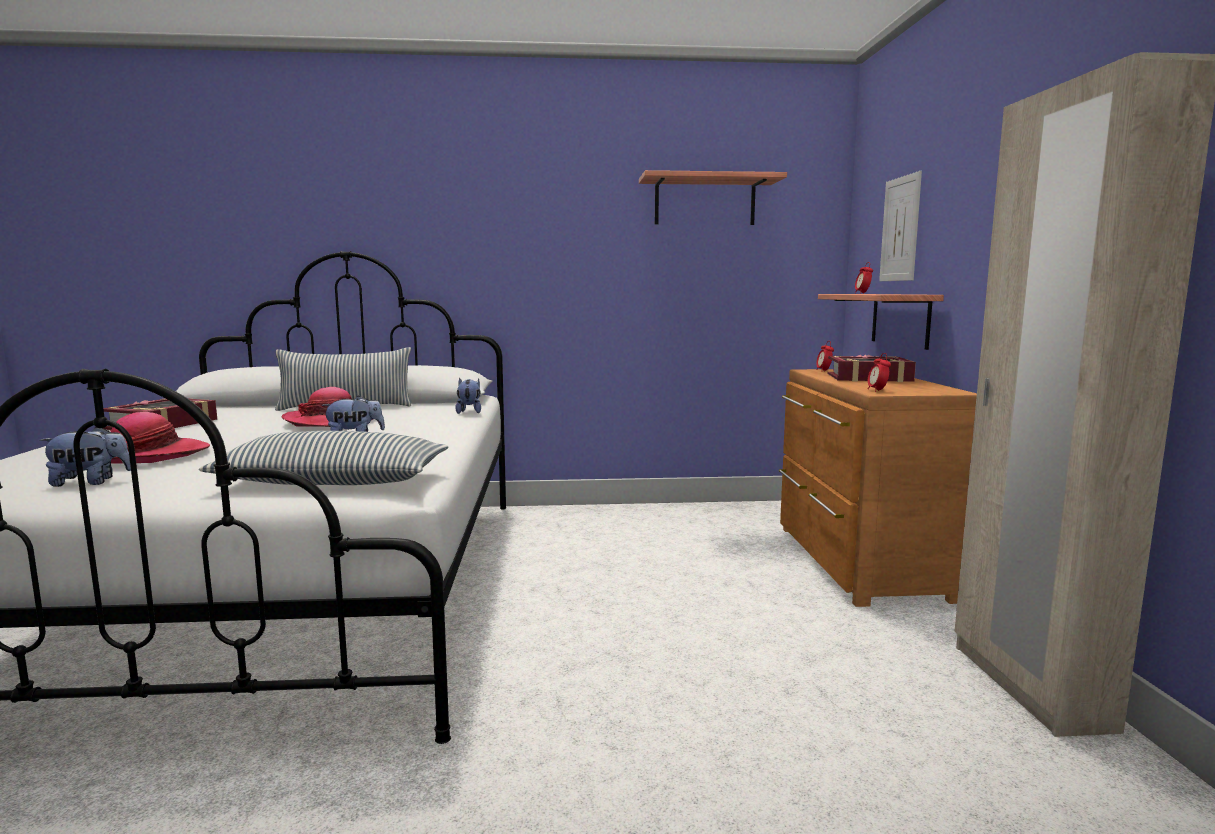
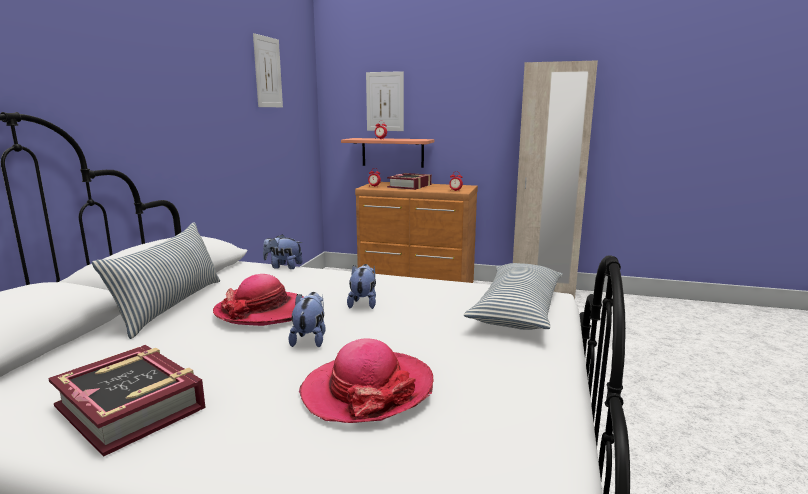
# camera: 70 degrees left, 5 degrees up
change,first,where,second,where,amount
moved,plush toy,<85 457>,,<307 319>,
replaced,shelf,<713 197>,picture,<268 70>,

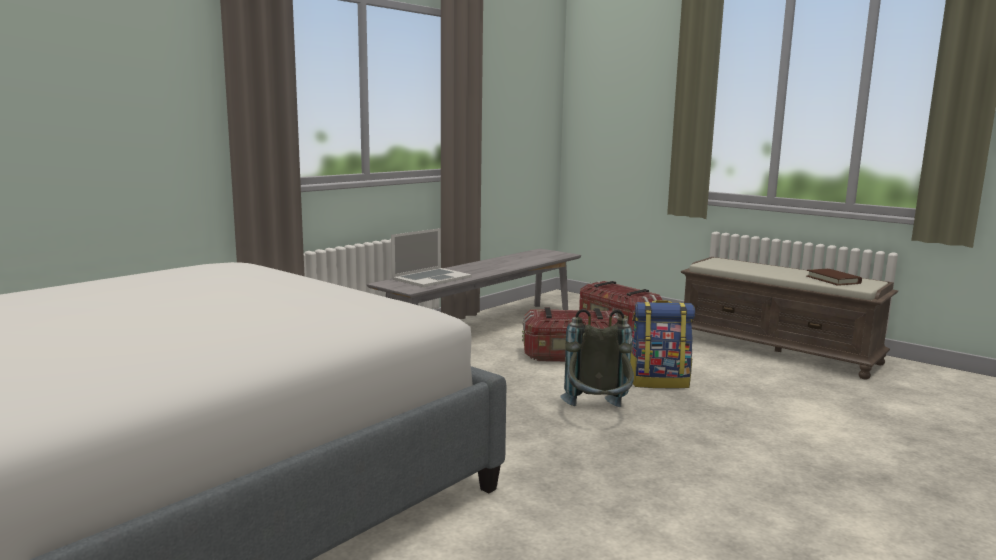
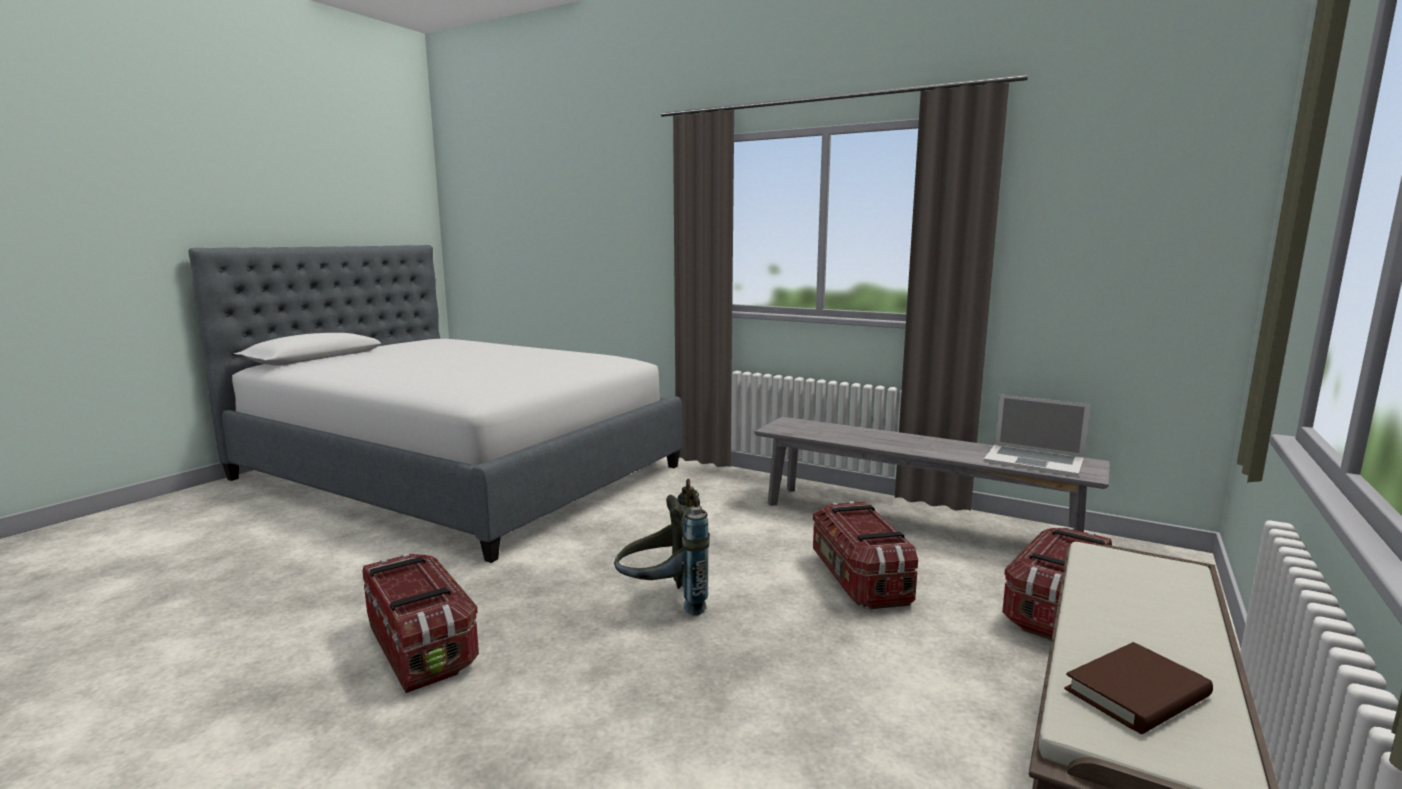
# camera: 80 degrees right, 0 degrees up
change,first,where,second,where,amount
removed,backpack,<662 344>,,,
added,,,storage box,<420 623>,
moved,laptop,<431 257>,,<1037 435>,

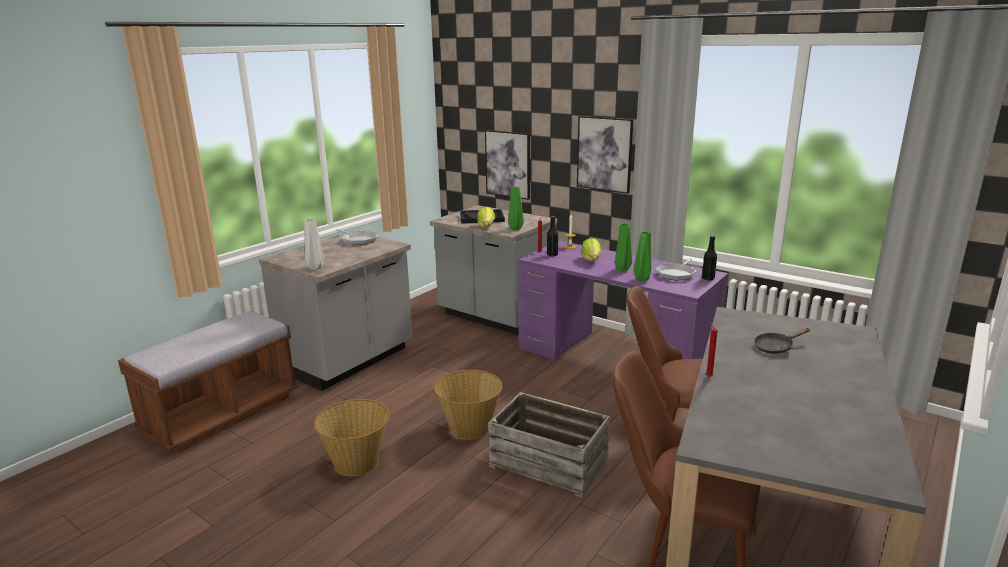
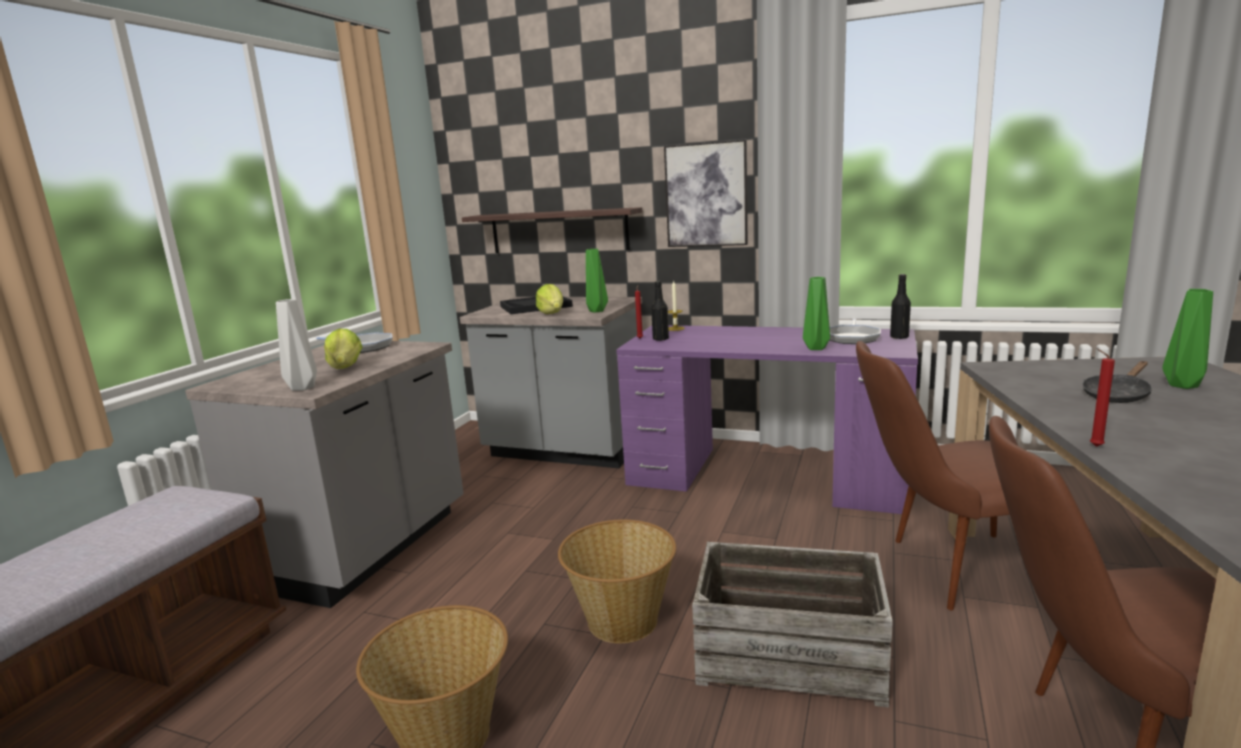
# camera: 15 degrees left, 5 degrees down
change,first,where,second,where,amount
moved,lettuce,<591 249>,,<343 349>,
moved,vase (green),<623 247>,,<1187 339>,
replaced,picture,<507 165>,shelf,<552 230>,

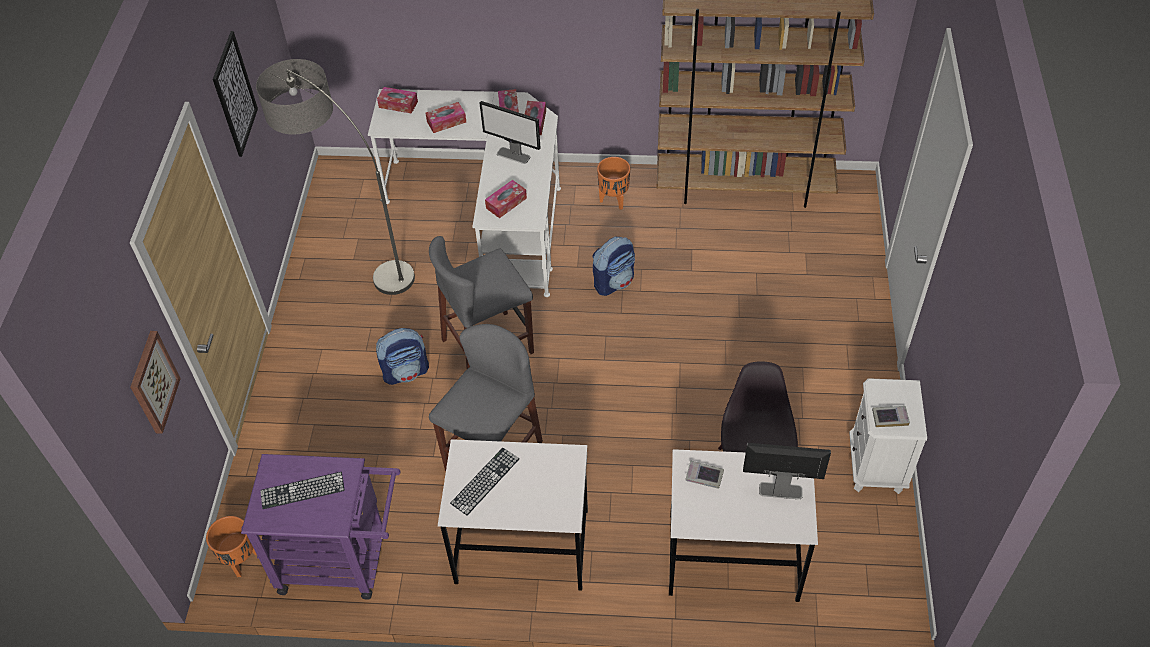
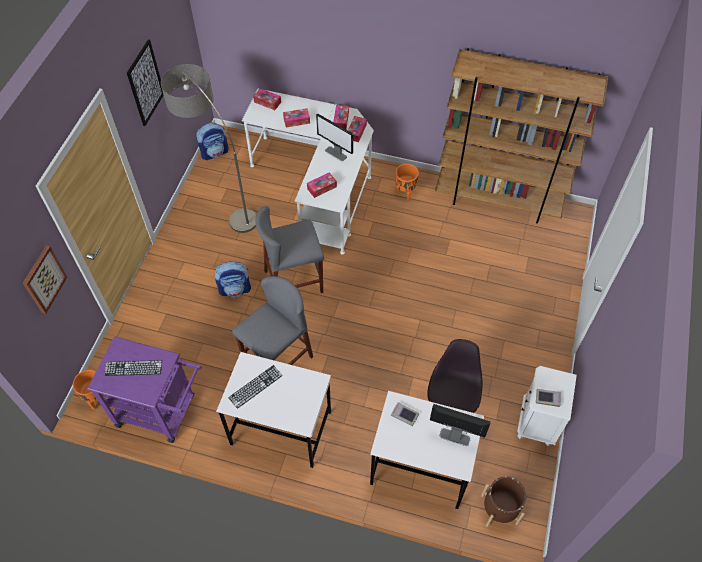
# camera: 10 degrees right, 5 degrees up
change,first,where,second,where,amount
added,,,planter (brown),<503 501>,
moved,backpack,<613 266>,,<213 141>,

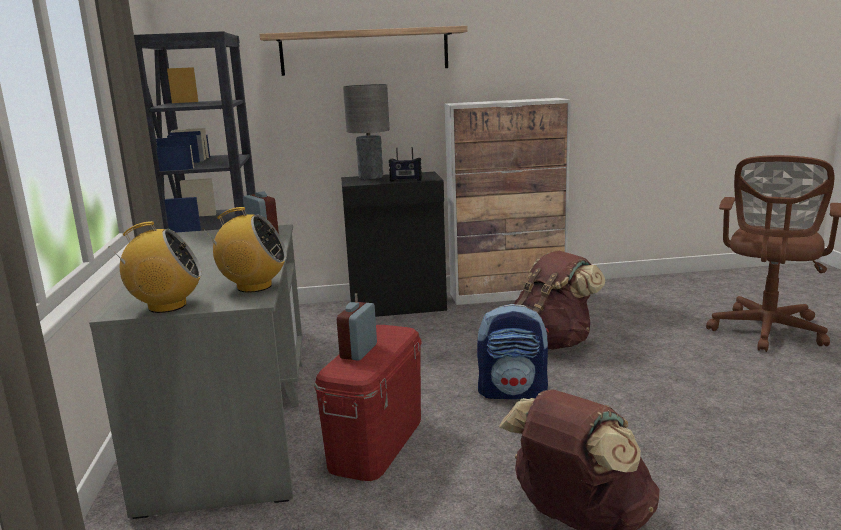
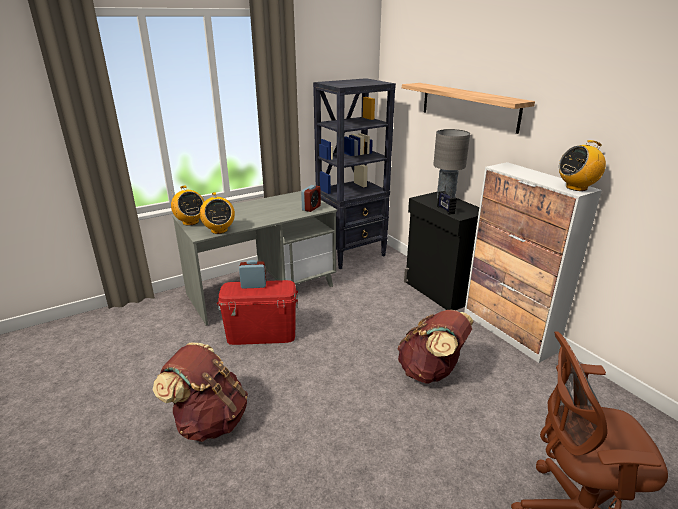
# camera: 65 degrees right, 10 degrees up
change,first,where,second,where,amount
removed,backpack,<513 351>,,,
added,,,radio,<582 165>,

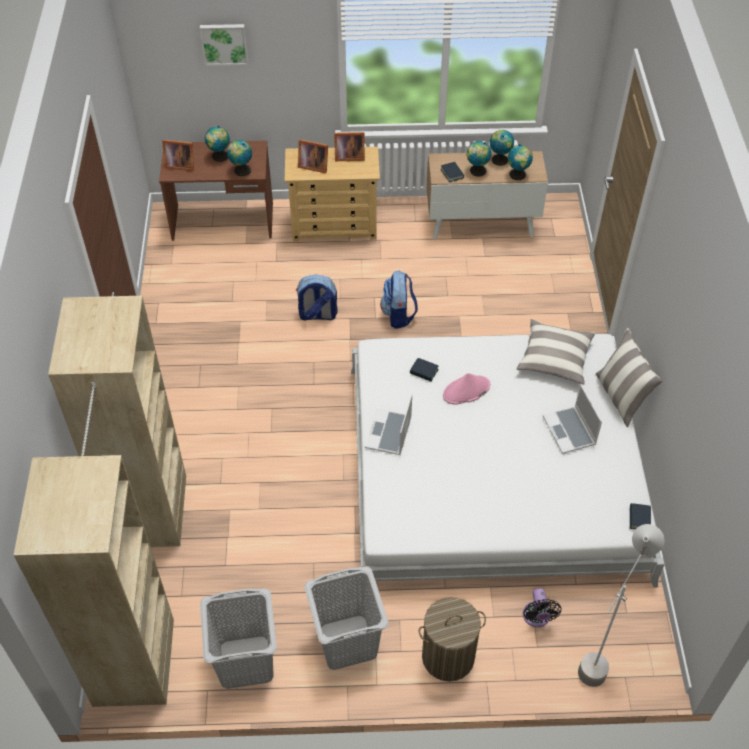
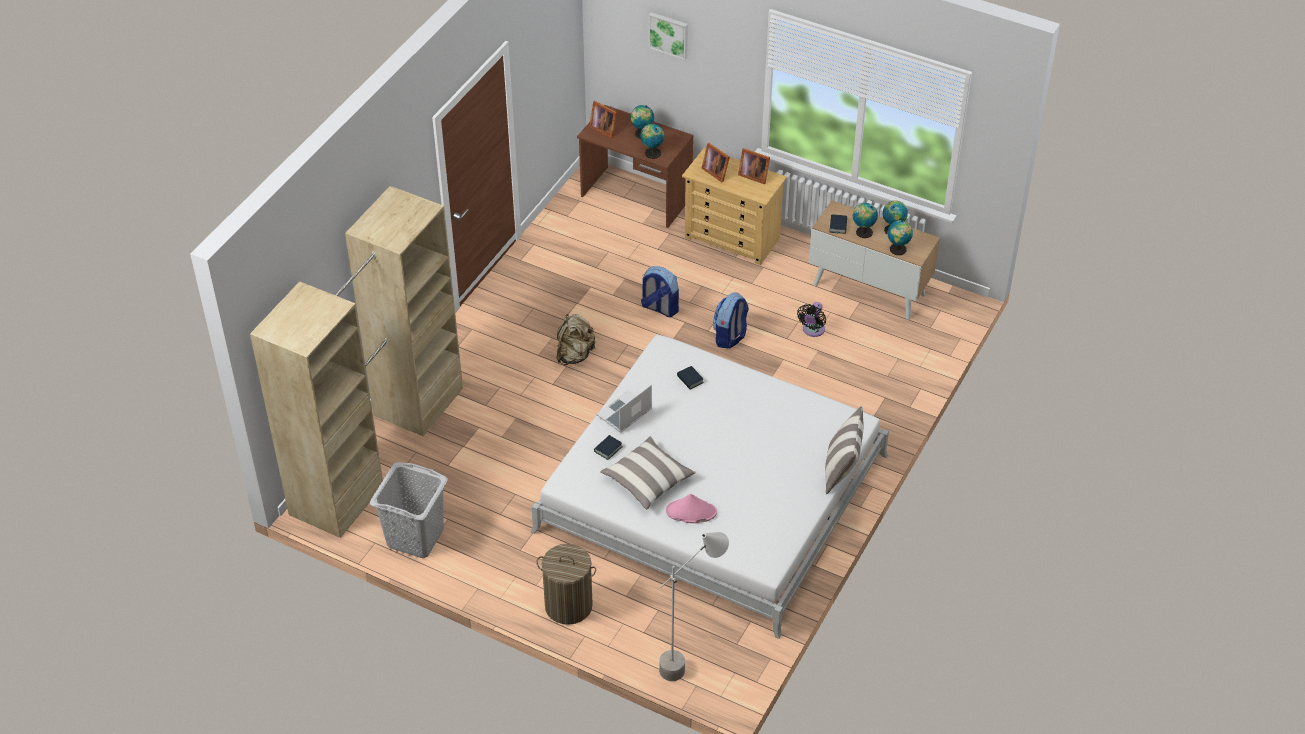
# camera: 30 degrees right, 5 degrees down
change,first,where,second,where,amount
removed,laundry basket (grey),<346 618>,,,
removed,laptop,<572 419>,,,
added,,,backpack (beige),<576 340>,
moved,hat (pink),<466 389>,,<691 508>,
moved,pillow,<556 352>,,<648 473>,
moved,fan (black),<542 607>,,<811 319>,
moved,book,<640 516>,,<608 447>,

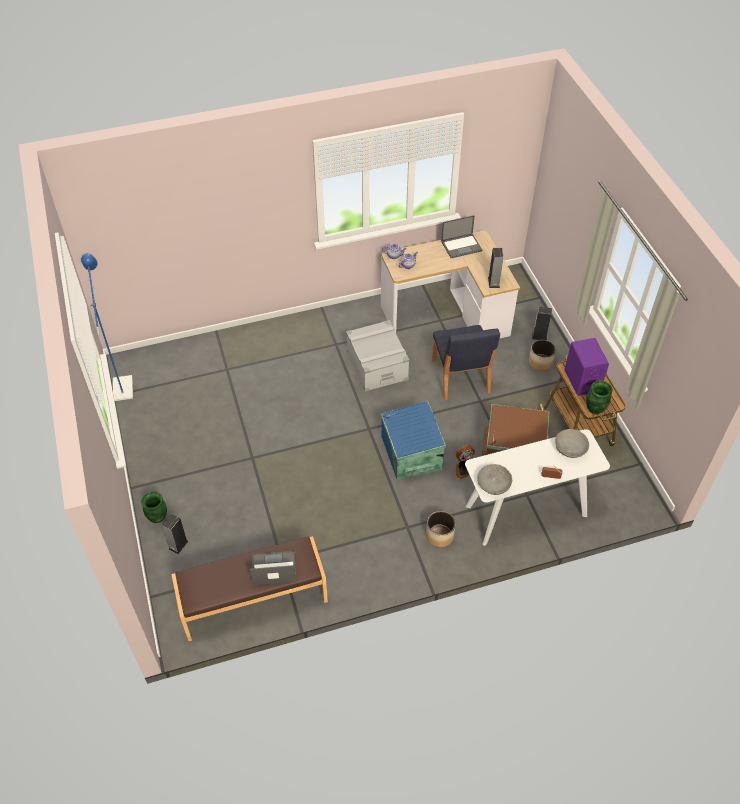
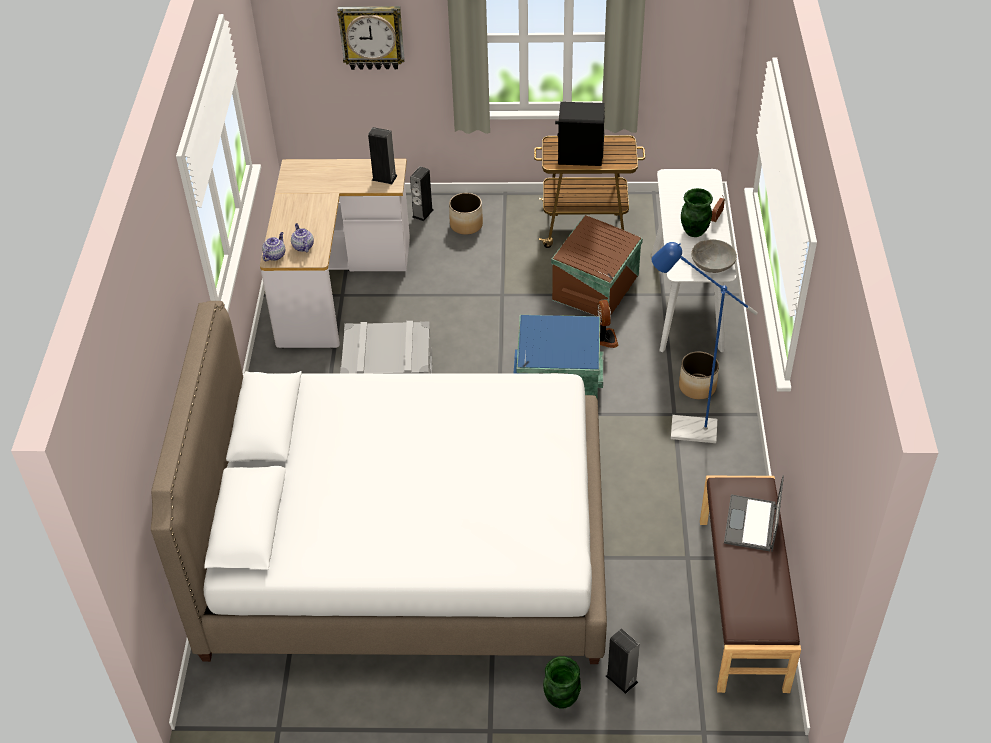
# camera: 70 degrees left, 5 degrees down
change,first,where,second,where,amount
removed,chair (blue),<466 362>,,,
removed,laptop,<461 236>,,,
removed,bowl (grey),<572 443>,,,
added,,,bed (white),<379 482>,
added,,,wall clock,<371 38>,
moved,floor lamp (blue),<107 327>,,<705 342>,
moved,vase (green),<599 397>,,<697 212>,
recoloured,speaker (purple),<587 367>,speaker (black),<580 134>,

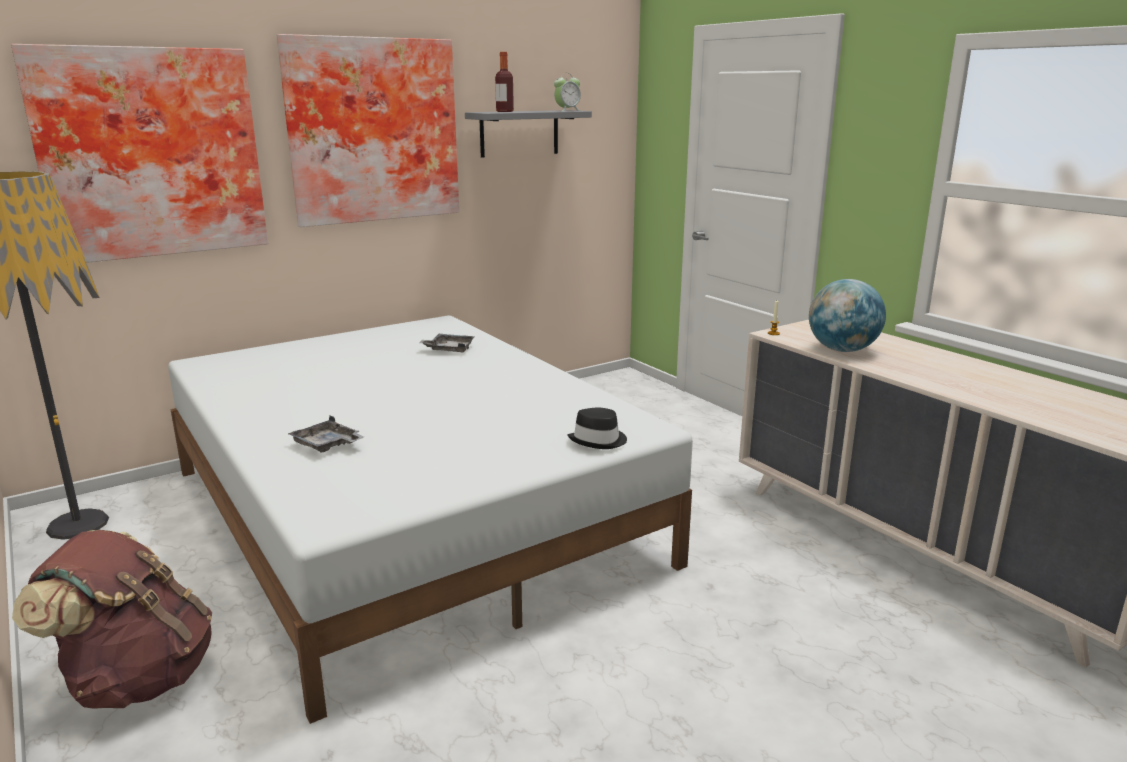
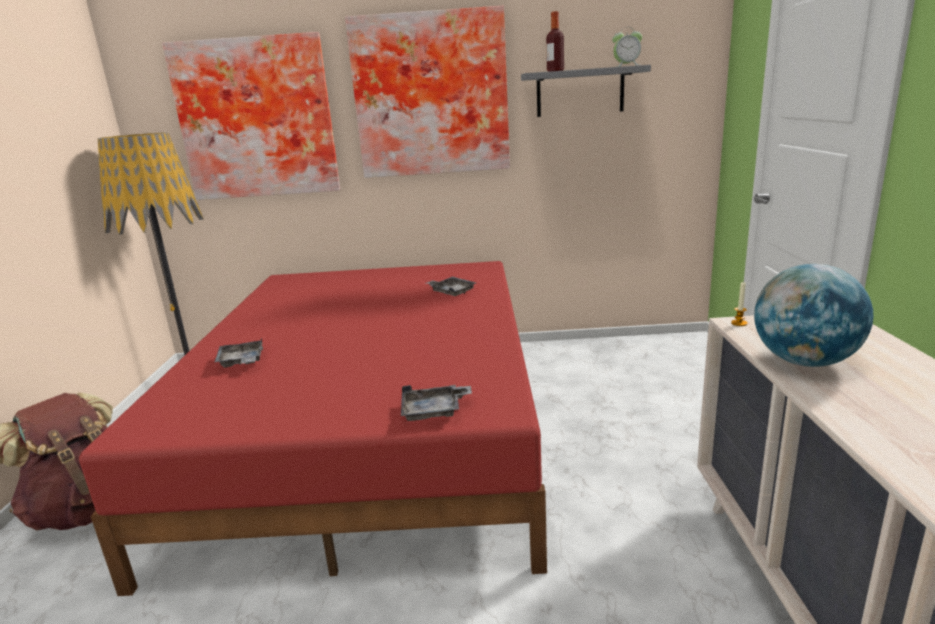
# camera: 35 degrees right, 0 degrees up
change,first,where,second,where,amount
replaced,hat (black),<597 428>,tray (grey),<436 403>,
recoloured,bed (white),<430 519>,bed (red),<313 428>,

